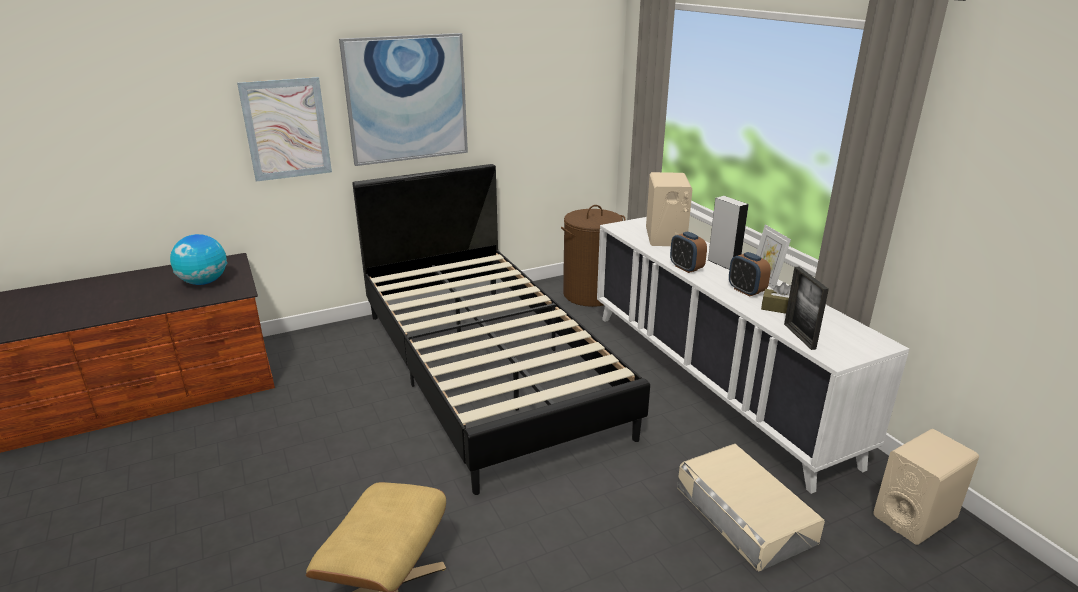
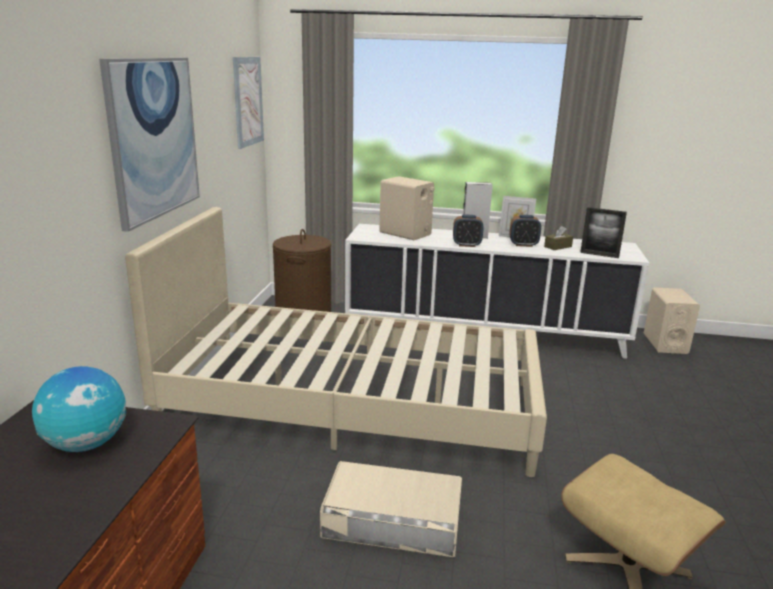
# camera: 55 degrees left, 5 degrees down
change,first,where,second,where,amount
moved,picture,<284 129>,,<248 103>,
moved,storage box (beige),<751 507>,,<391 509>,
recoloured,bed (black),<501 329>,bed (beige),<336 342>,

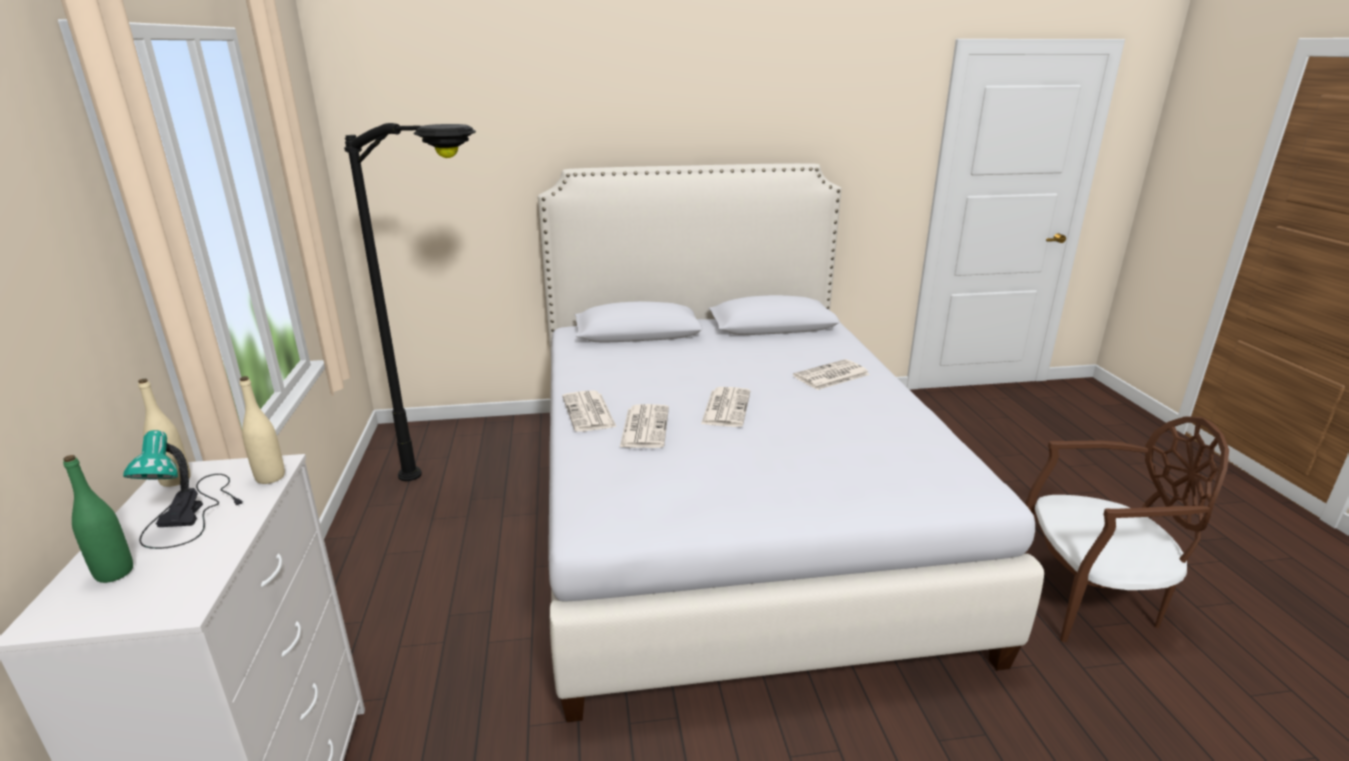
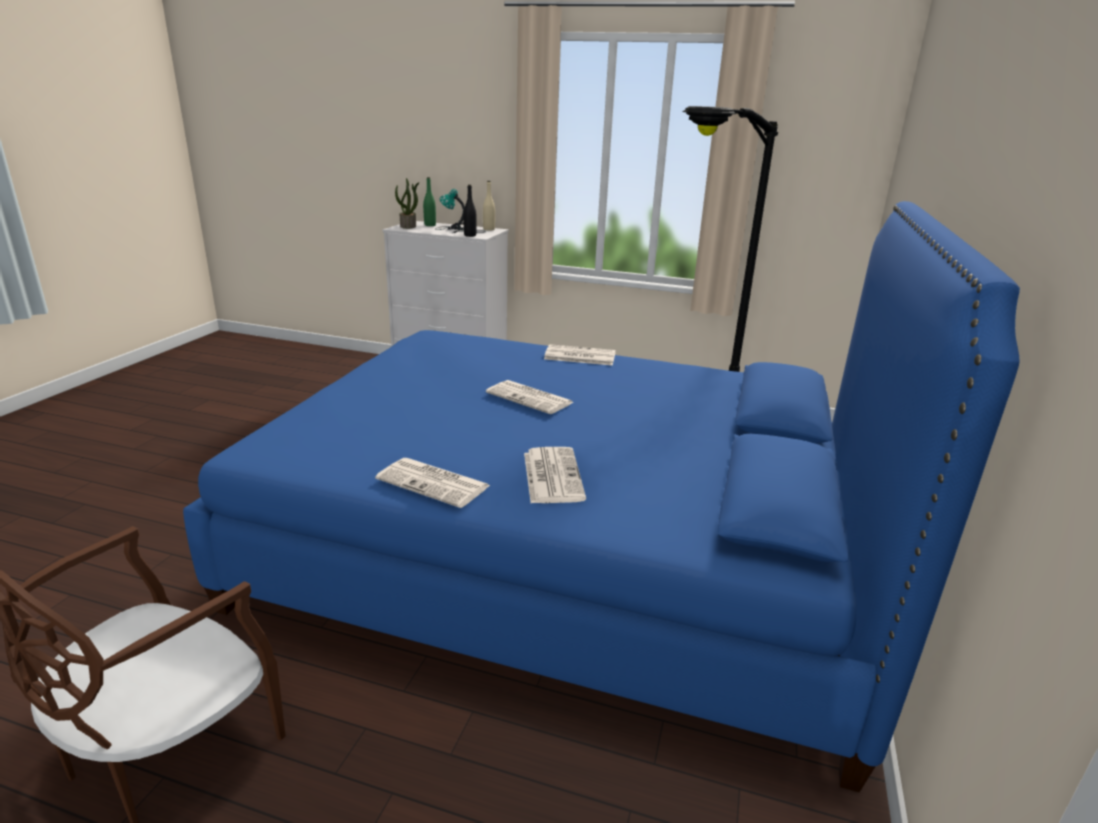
# camera: 115 degrees right, 0 degrees up
change,first,where,second,where,amount
added,,,potted plant,<407 203>,
moved,newspaper,<644 426>,,<433 483>,
recoloured,bottle (beige),<262 430>,bottle (black),<470 211>,
recoloured,bed (white),<791 442>,bed (blue),<601 496>,

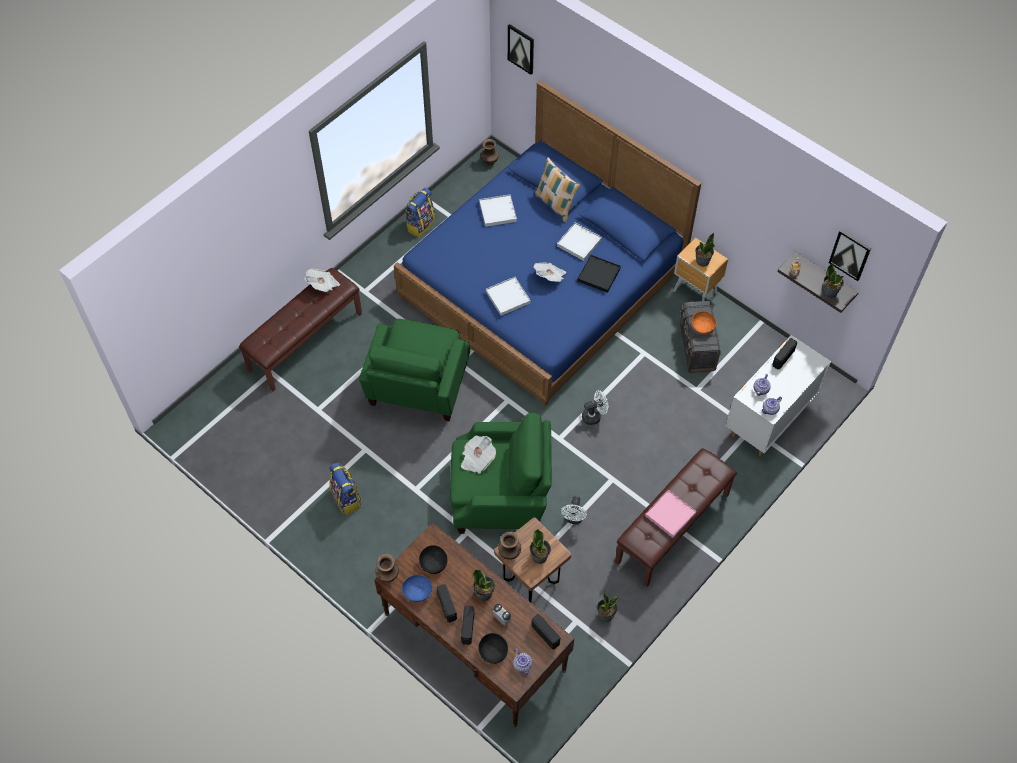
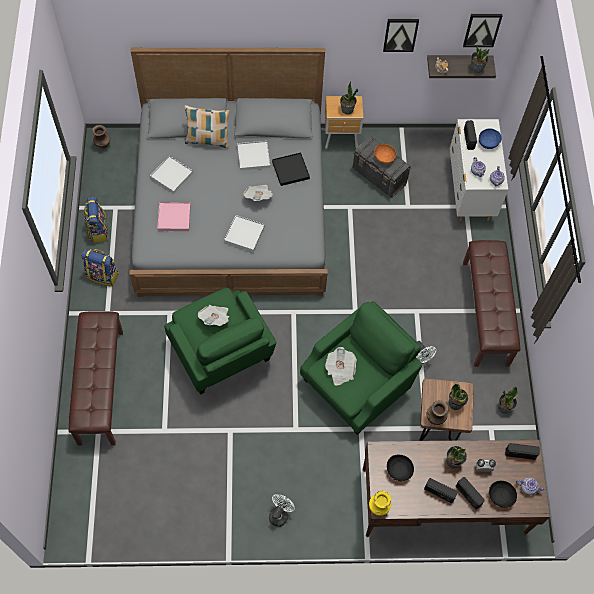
# camera: 45 degrees left, 5 degrees up
change,first,where,second,where,amount
moved,newspaper,<322 280>,,<213 315>,
moved,backpack,<345 489>,,<100 268>,
moved,bowl (blue),<417 588>,,<490 138>,
moved,picture,<521 49>,,<401 35>,
moved,fan (white),<595 407>,,<282 510>,
moved,tray (pink),<671 514>,,<174 216>,
recoloured,vase (brown),<387 568>,vase (yellow),<380 503>,
recoloured,bed (blue),<547 243>,bed (grey),<228 172>,

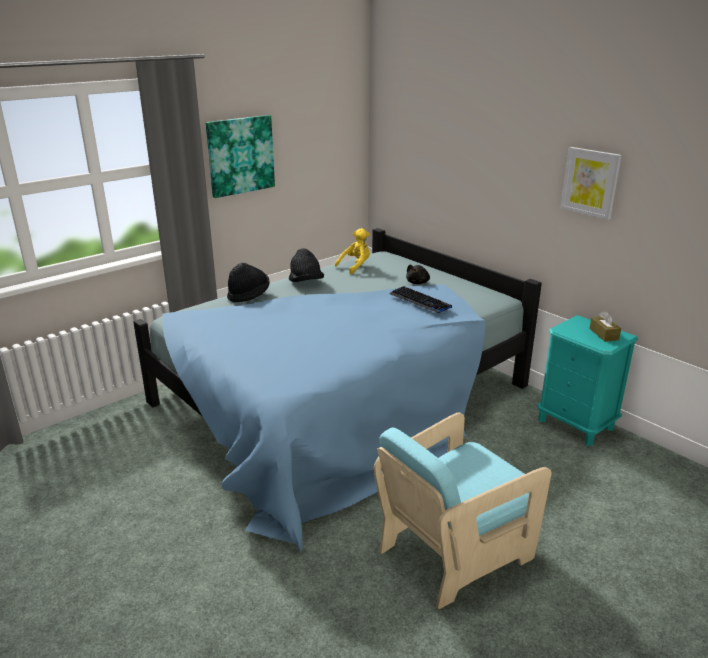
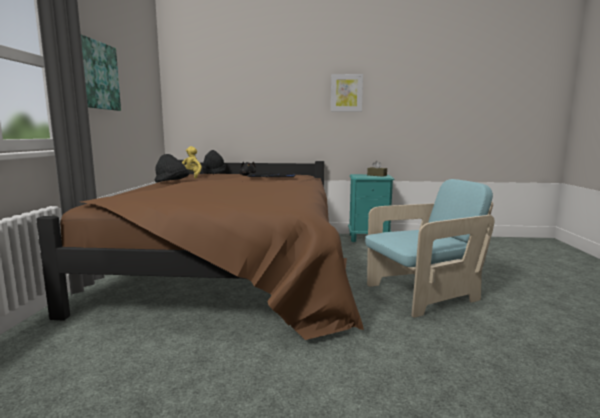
# camera: 45 degrees left, 15 degrees down
change,first,where,second,where,amount
moved,hat (black),<248 282>,,<214 162>,
recoloured,bed (blue),<337 390>,bed (brown),<200 250>,
turned,armchair (turquoise),<463 511>,,<430 248>,120 degrees counterclockwise

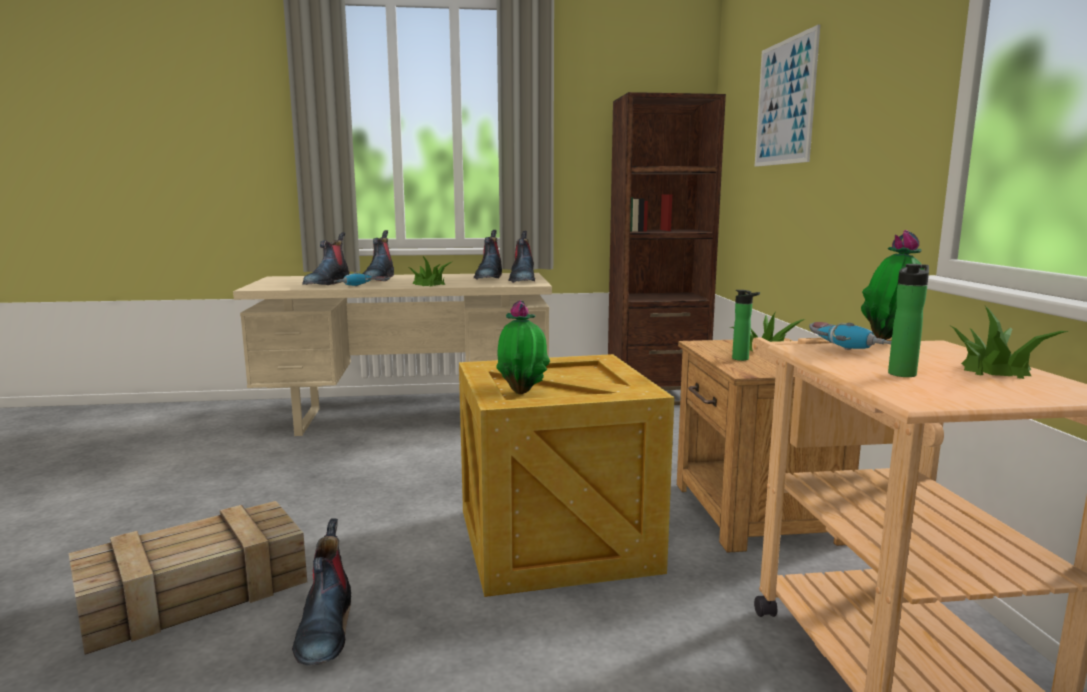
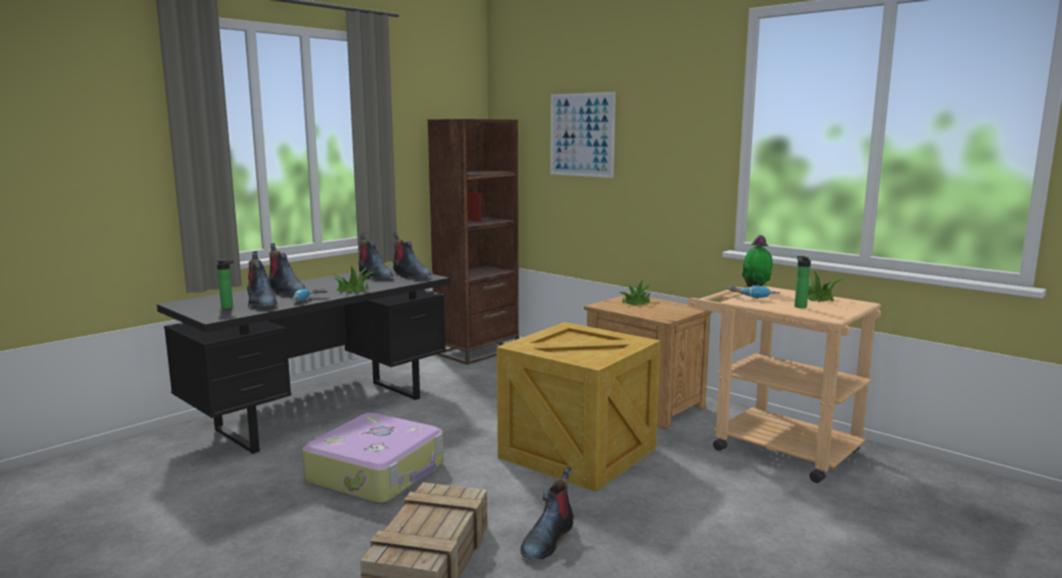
# camera: 40 degrees left, 0 degrees up
change,first,where,second,where,amount
removed,potted plant,<523 347>,,,
added,,,suitcase,<373 458>,
moved,bottle,<746 325>,,<225 284>,
recoloured,desk (beige),<392 354>,desk (black),<303 360>,
turned,boot,<321 592>,,<547 513>,75 degrees clockwise

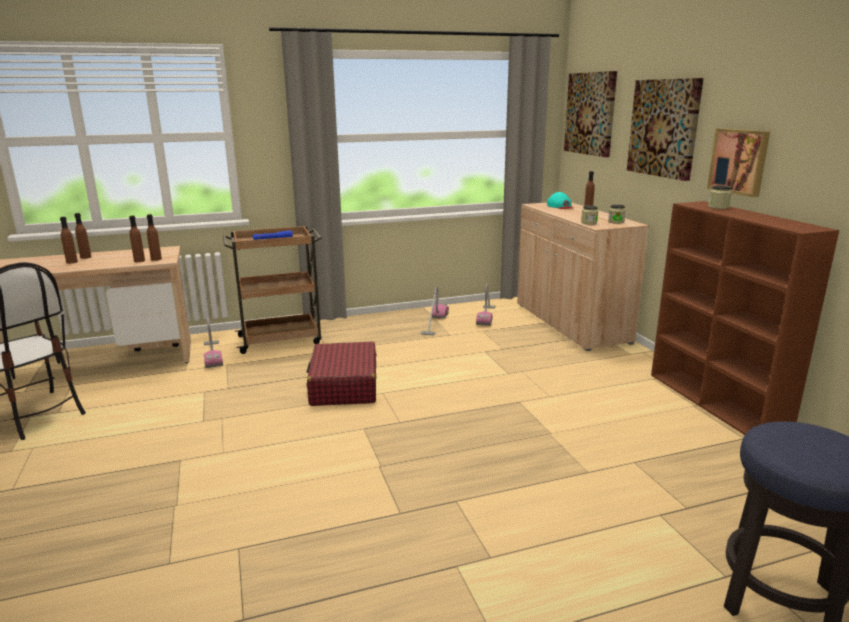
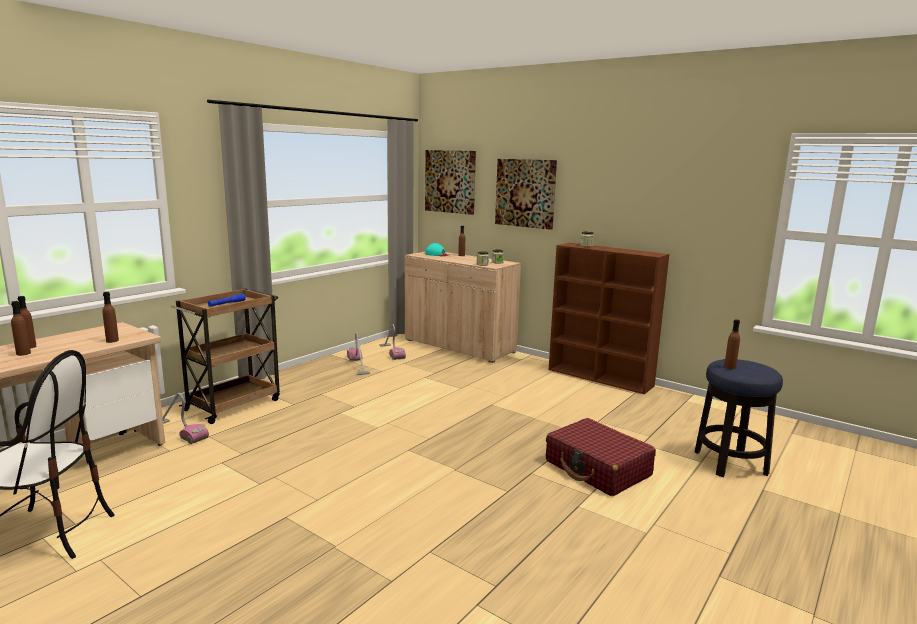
# camera: 35 degrees left, 5 degrees down
change,first,where,second,where,amount
removed,picture,<738 162>,,,
moved,bottle (brown),<154 237>,,<732 344>,
moved,suitcase (red),<341 374>,,<601 457>,

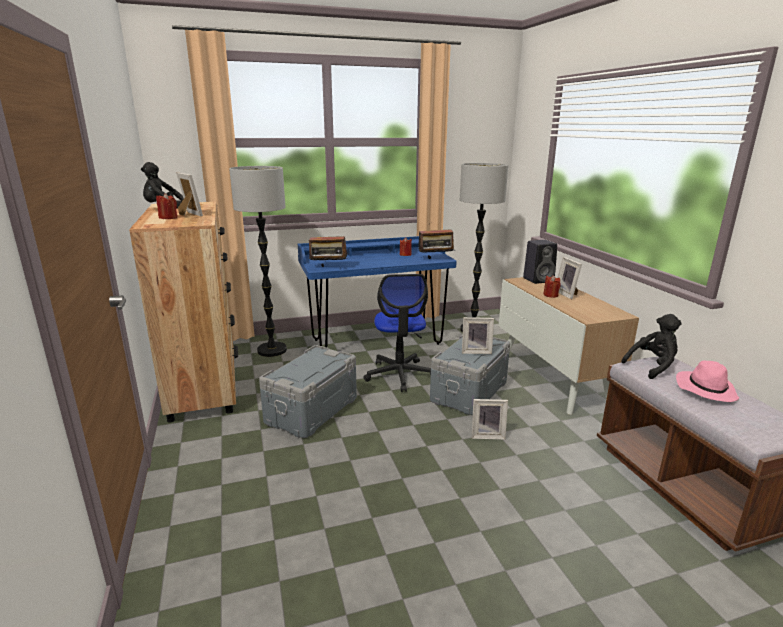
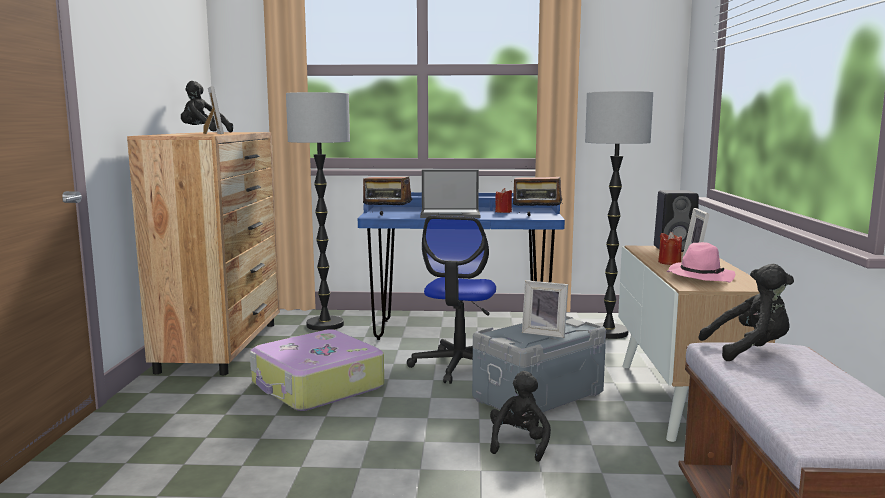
# camera: 20 degrees right, 10 degrees down
change,first,where,second,where,amount
removed,candle (red),<166 206>,,,
added,,,laptop,<450 194>,
moved,hat (pink),<707 381>,,<701 262>,
replaced,storage box (grey),<308 391>,suitcase,<317 370>,
replaced,picture frame,<490 419>,plush toy (black),<520 416>,

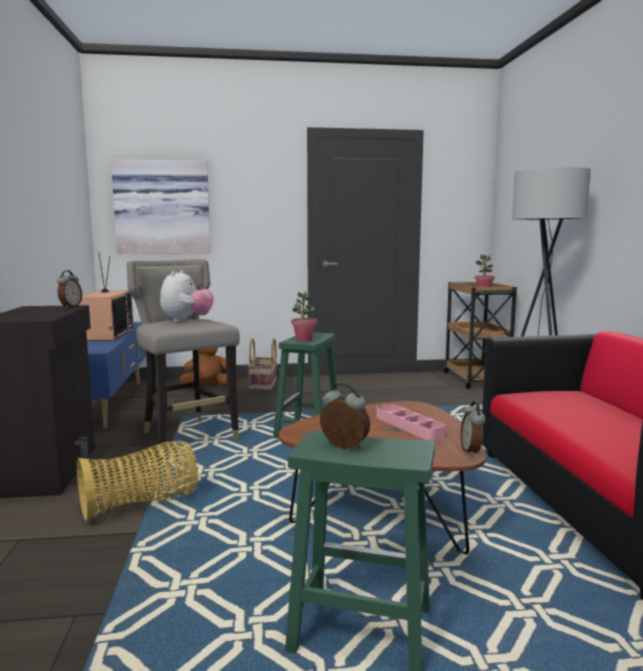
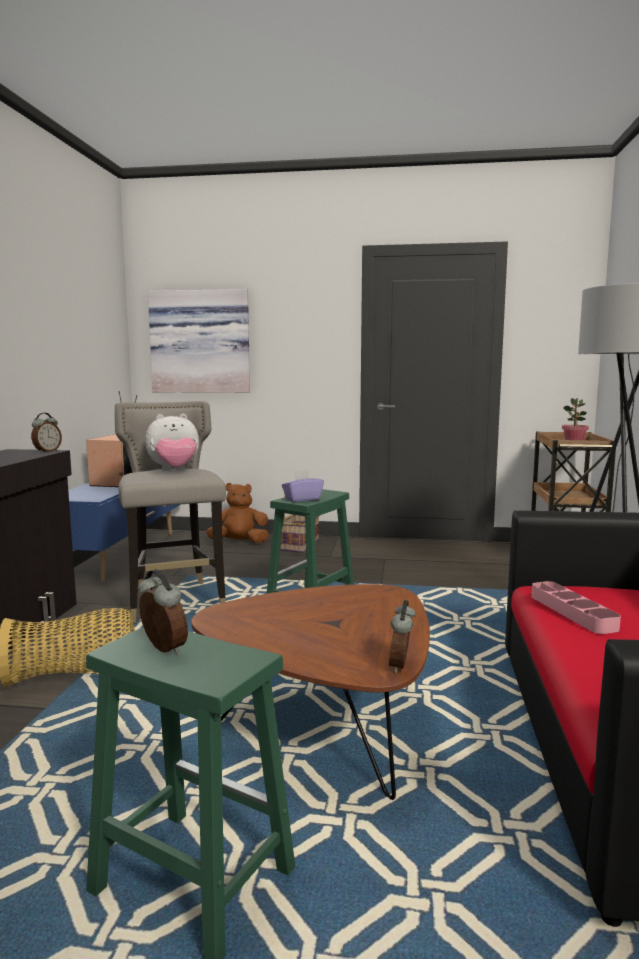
# camera: 15 degrees right, 0 degrees up
change,first,where,second,where,amount
moved,tray (pink),<411 422>,,<576 607>,
replaced,potted plant,<304 316>,tissue box (purple),<303 485>,
turned,plush toy,<187 296>,,<172 442>,45 degrees clockwise

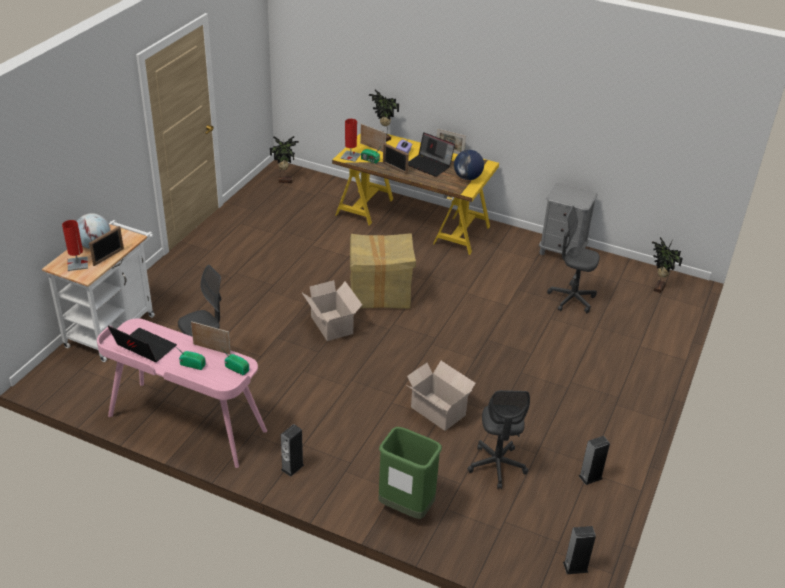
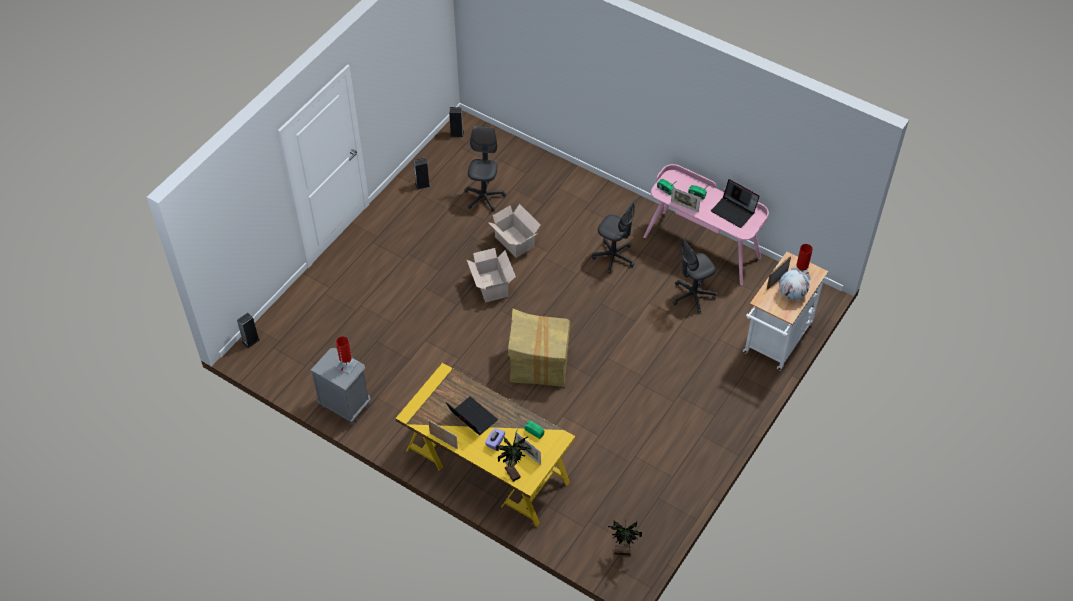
# camera: 170 degrees left, 15 degrees up
change,first,where,second,where,amount
removed,trash can (green),<410 473>,,,
removed,picture frame,<396 159>,,,
removed,globe,<469 165>,,,
removed,potted plant,<667 265>,,,
moved,speaker,<292 450>,,<248 330>,
moved,cardboard box,<332 310>,,<491 275>,
moved,table lamp (red),<351 140>,,<346 355>,
moved,office chair (grey),<573 259>,,<614 236>,

